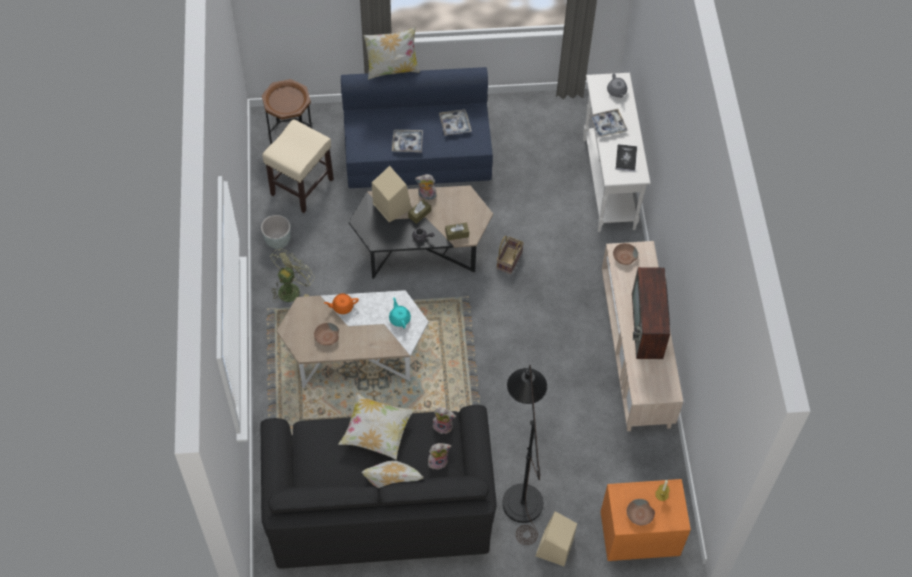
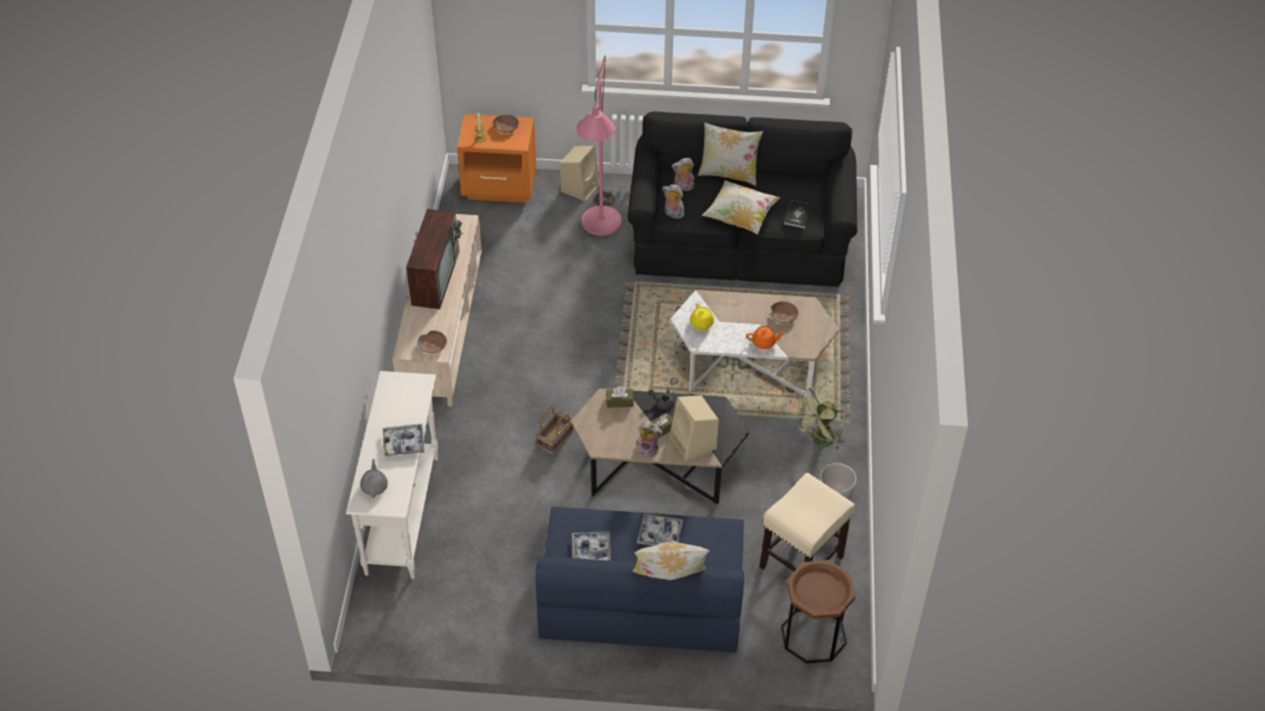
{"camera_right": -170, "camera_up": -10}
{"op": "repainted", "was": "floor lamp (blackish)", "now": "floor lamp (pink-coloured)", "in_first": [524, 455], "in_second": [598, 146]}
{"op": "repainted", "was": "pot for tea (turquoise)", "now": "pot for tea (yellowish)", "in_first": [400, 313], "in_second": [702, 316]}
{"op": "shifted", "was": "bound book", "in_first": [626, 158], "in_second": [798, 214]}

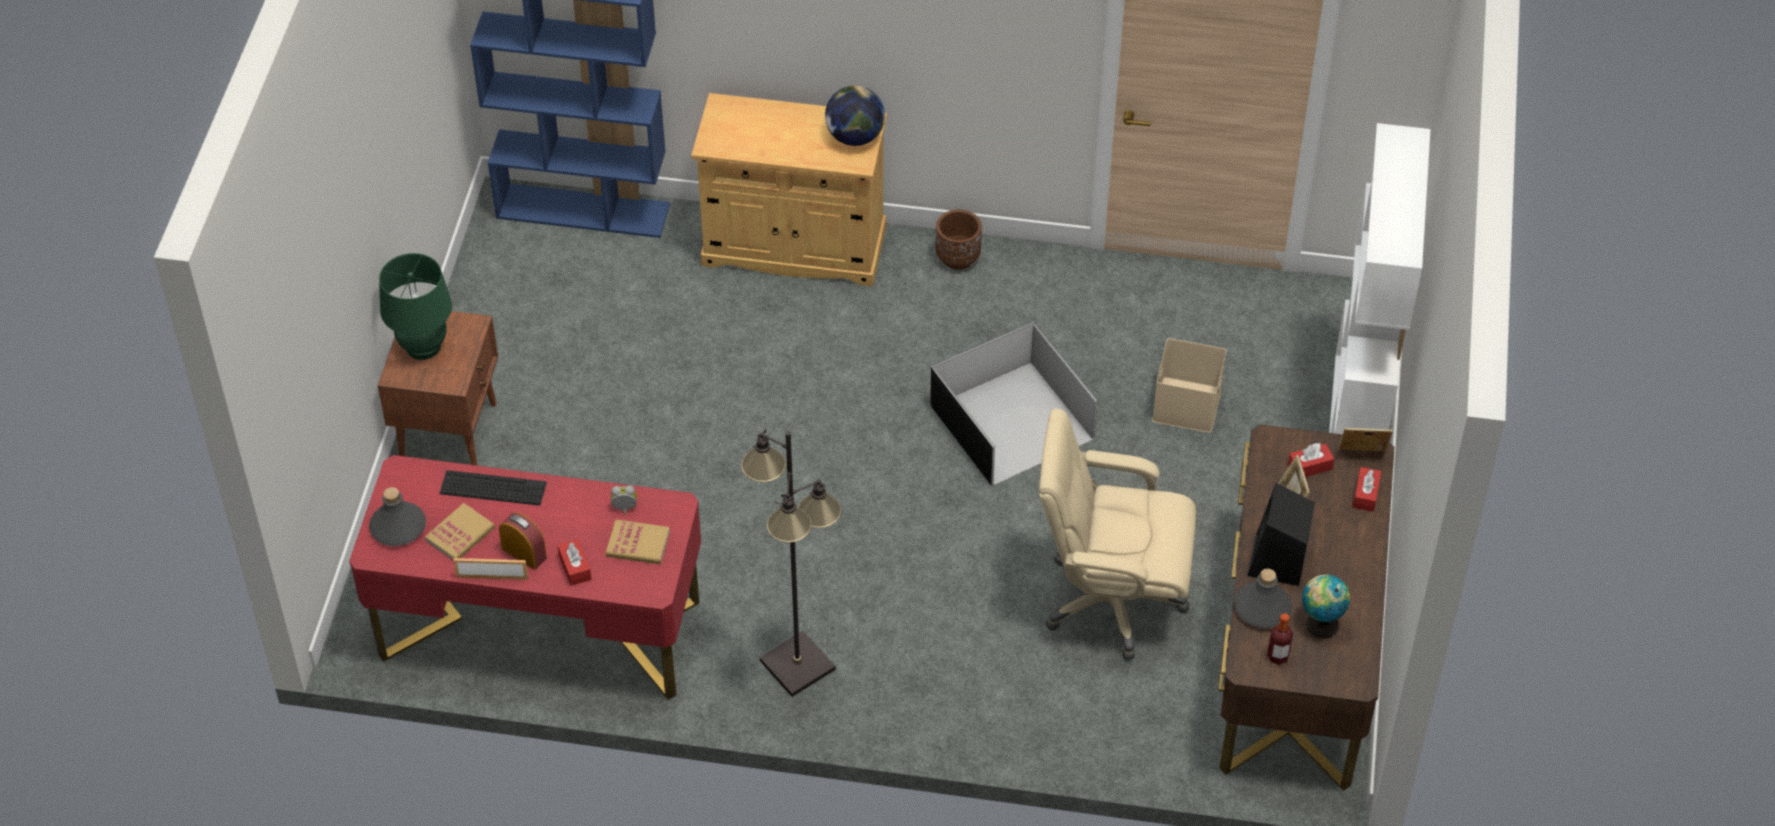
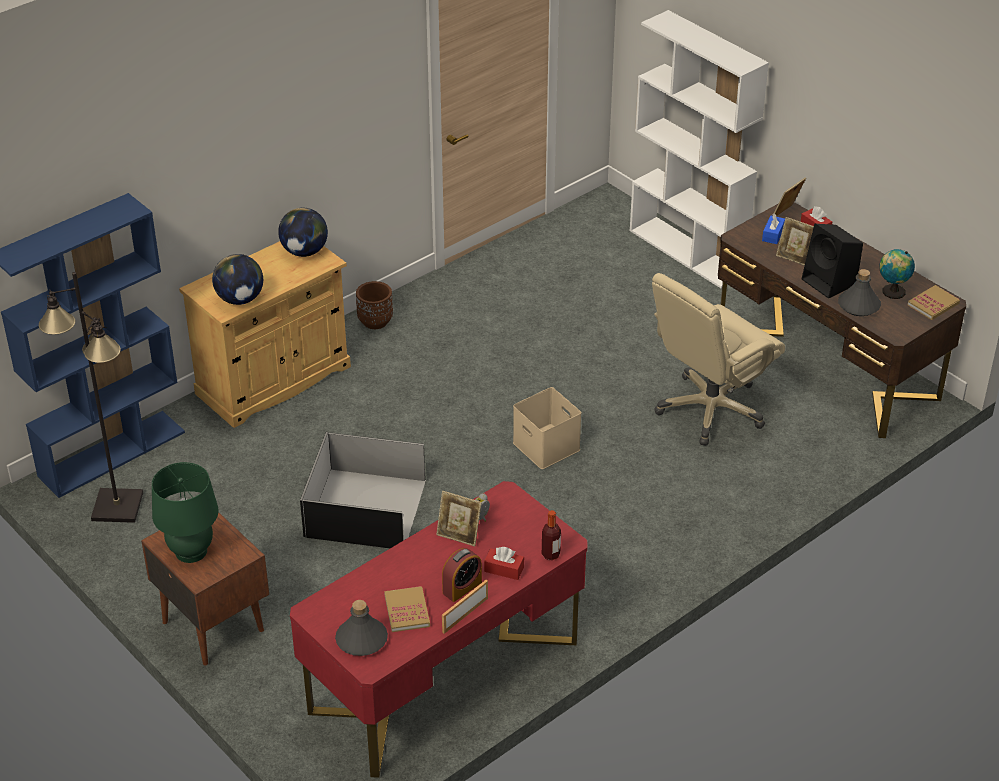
{"camera_right": -50, "camera_up": -10}
{"op": "shifted", "was": "floor lamp (blackish)", "in_first": [791, 563], "in_second": [91, 397]}
{"op": "new", "now": "globe", "in_second": [237, 279]}
{"op": "shifted", "was": "storage container (blackish)", "in_first": [1014, 403], "in_second": [363, 490]}
{"op": "new", "now": "standing frame", "in_second": [459, 518]}
{"op": "rotated", "was": "bedside clock", "in_first": [523, 541], "in_second": [462, 575], "clockwise": 150}
{"op": "shifted", "was": "storage container (beige-coloured)", "in_first": [1189, 385], "in_second": [547, 428]}
{"op": "shifted", "was": "beverage bottle", "in_first": [1280, 639], "in_second": [551, 535]}
{"op": "repainted", "was": "tissue box (reddish)", "now": "tissue box (blue)", "in_first": [1311, 460], "in_second": [773, 229]}
{"op": "shifted", "was": "bound book", "in_first": [638, 542], "in_second": [934, 302]}
{"op": "gone", "was": "keyboard", "in_first": [493, 488]}

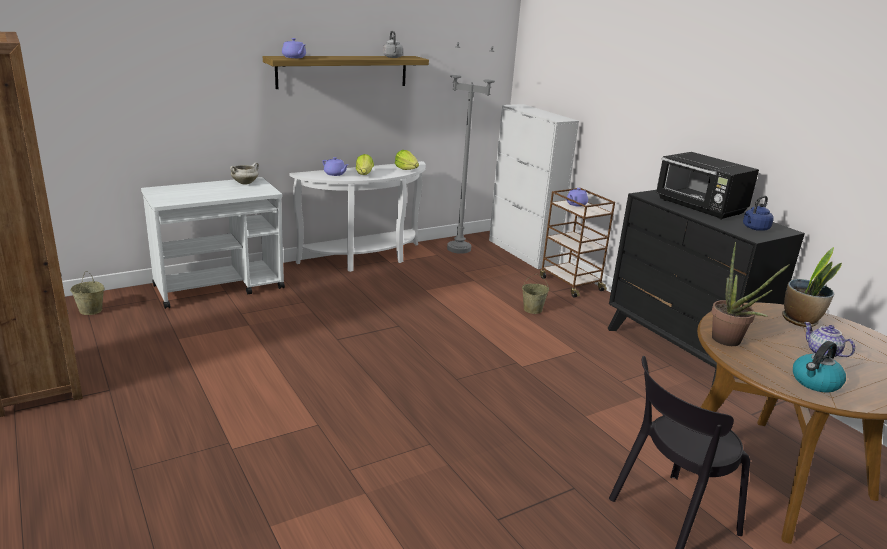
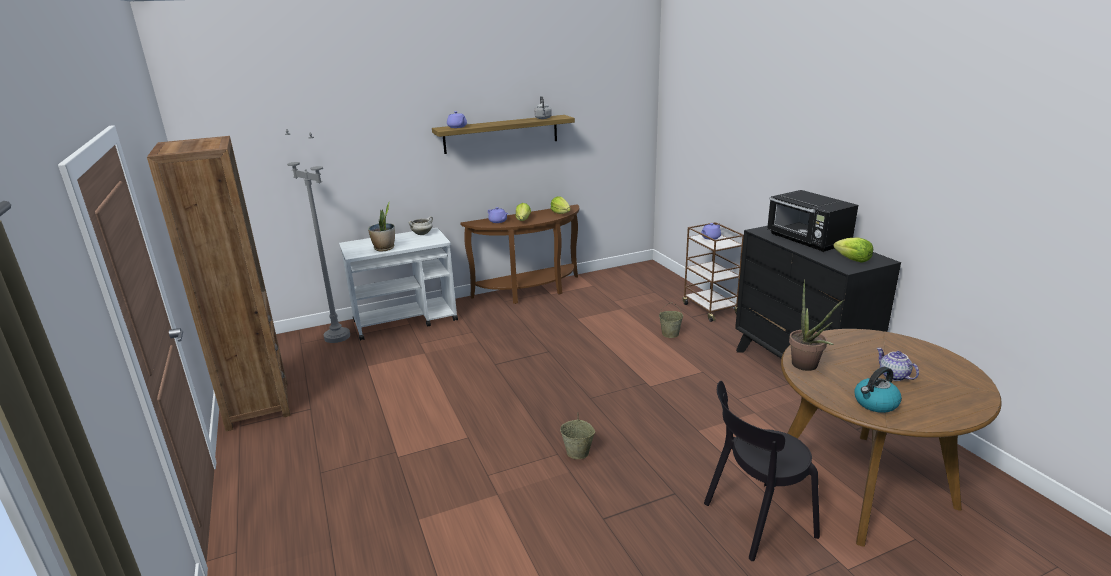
{"camera_right": 10, "camera_up": 0}
{"op": "shifted", "was": "floor lamp (grey)", "in_first": [471, 148], "in_second": [317, 236]}
{"op": "shifted", "was": "plant in a pot", "in_first": [812, 287], "in_second": [381, 226]}
{"op": "repainted", "was": "narrow table (white)", "now": "narrow table (brown-coloured)", "in_first": [357, 216], "in_second": [519, 254]}
{"op": "shifted", "was": "bucket (beige-coloured)", "in_first": [87, 293], "in_second": [577, 435]}
{"op": "swapped", "was": "water kettle (blue)", "now": "lettuce head", "in_first": [758, 213], "in_second": [853, 250]}
{"op": "gone", "was": "cupboard (white)", "in_first": [534, 186]}

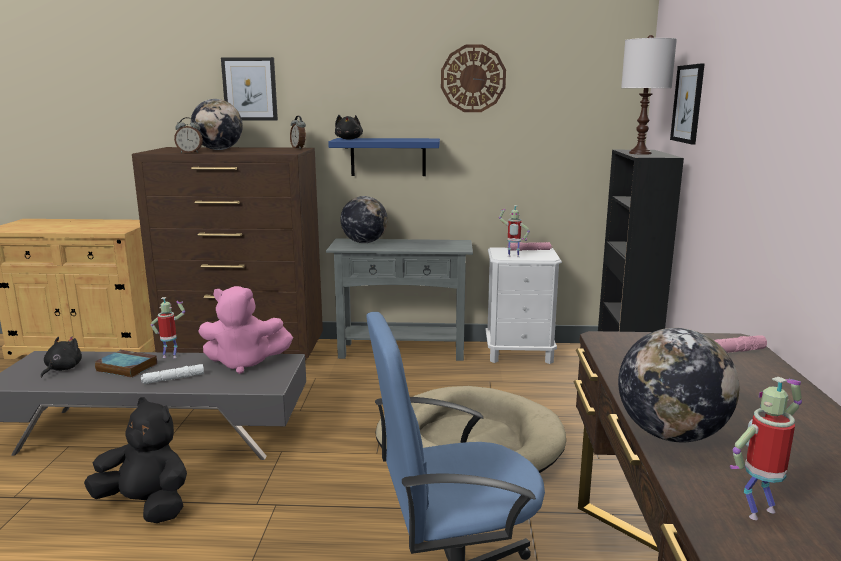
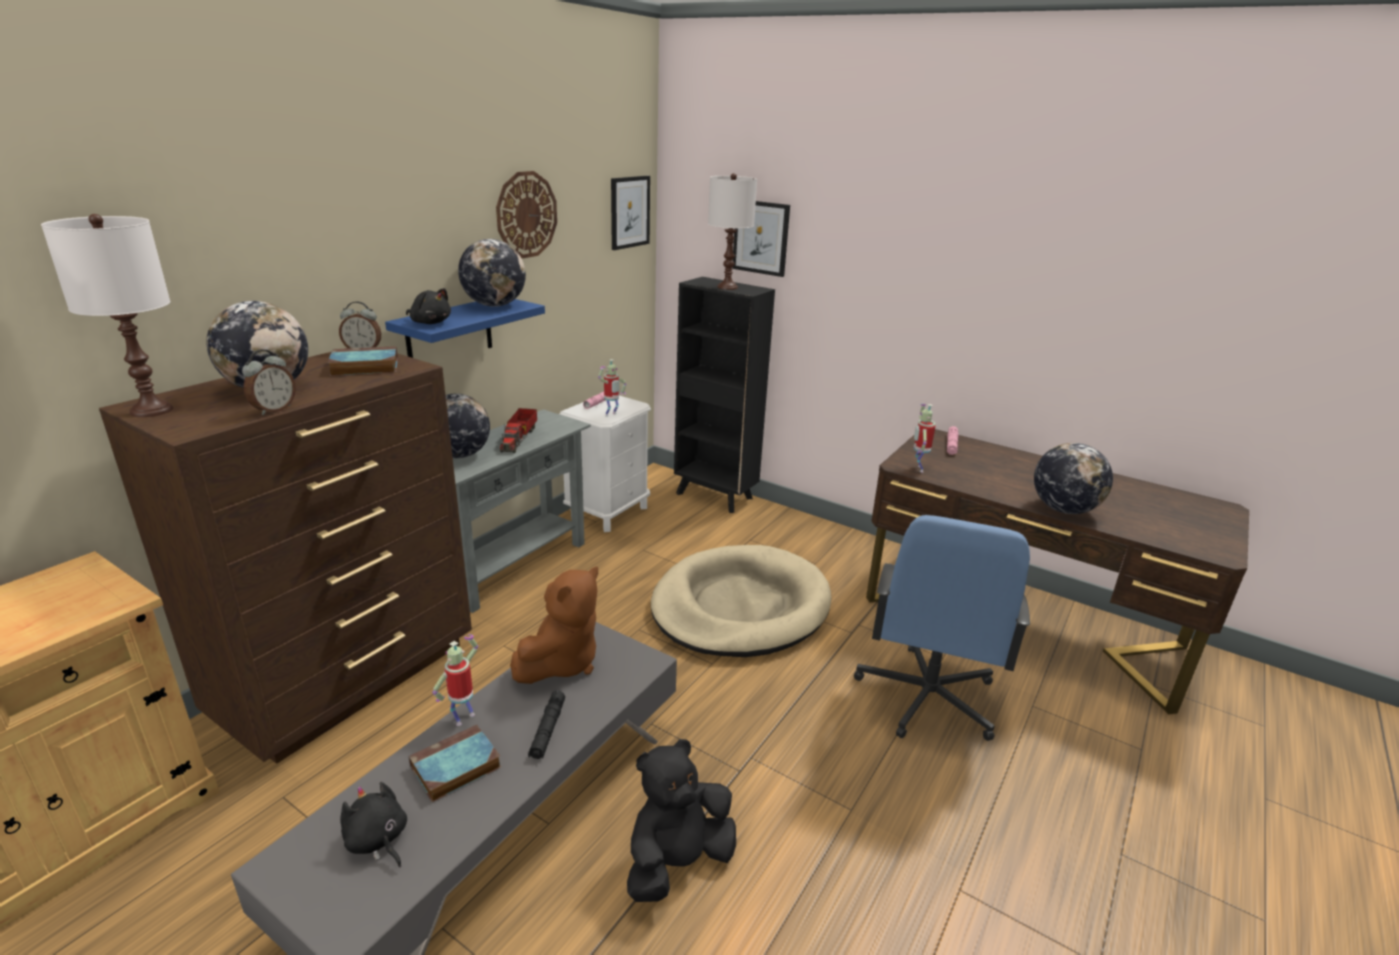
{"camera_right": -60, "camera_up": 10}
{"op": "new", "now": "table lamp (white)", "in_second": [107, 315]}
{"op": "new", "now": "bound book", "in_second": [362, 361]}
{"op": "new", "now": "globe", "in_second": [492, 273]}
{"op": "new", "now": "toy lorry", "in_second": [518, 430]}
{"op": "repainted", "was": "plush toy (pink-coloured)", "now": "plush toy (brown-coloured)", "in_first": [245, 330], "in_second": [554, 625]}
{"op": "repainted", "was": "hand torch (white)", "now": "hand torch (blackish)", "in_first": [172, 374], "in_second": [546, 724]}
{"op": "shifted", "was": "picture", "in_first": [249, 89], "in_second": [630, 213]}
{"op": "shifted", "was": "model robot", "in_first": [766, 448], "in_second": [925, 438]}

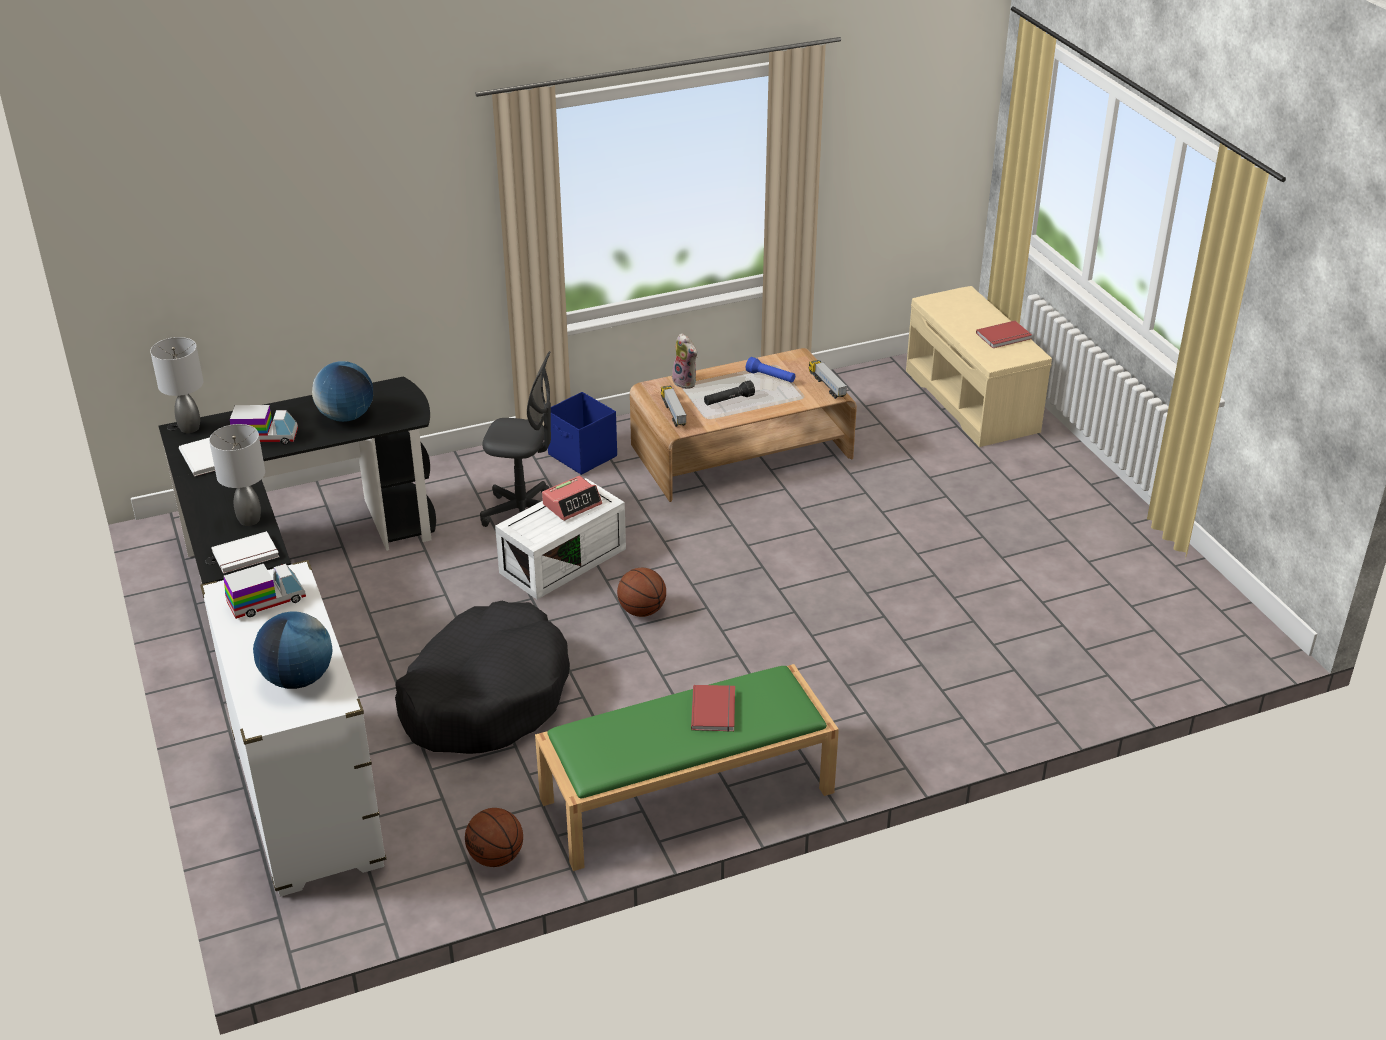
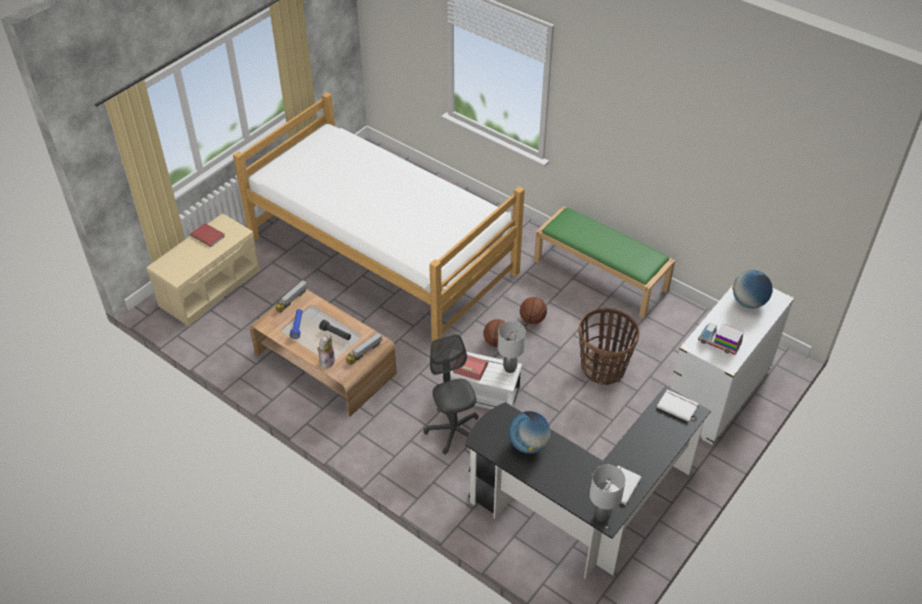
{"camera_right": -120, "camera_up": 10}
{"op": "new", "now": "bedroom bed", "in_second": [379, 216]}
{"op": "shifted", "was": "table lamp (grey)", "in_first": [237, 475], "in_second": [512, 347]}
{"op": "shifted", "was": "basketball ball", "in_first": [494, 837], "in_second": [533, 310]}
{"op": "swapped", "was": "dog bed (blackish)", "now": "basket", "in_first": [482, 677], "in_second": [609, 346]}
{"op": "gone", "was": "toy lorry", "in_first": [264, 425]}
{"op": "gone", "was": "storage container (blue)", "in_first": [582, 433]}
{"op": "gone", "was": "bound book (reddish)", "in_first": [713, 708]}

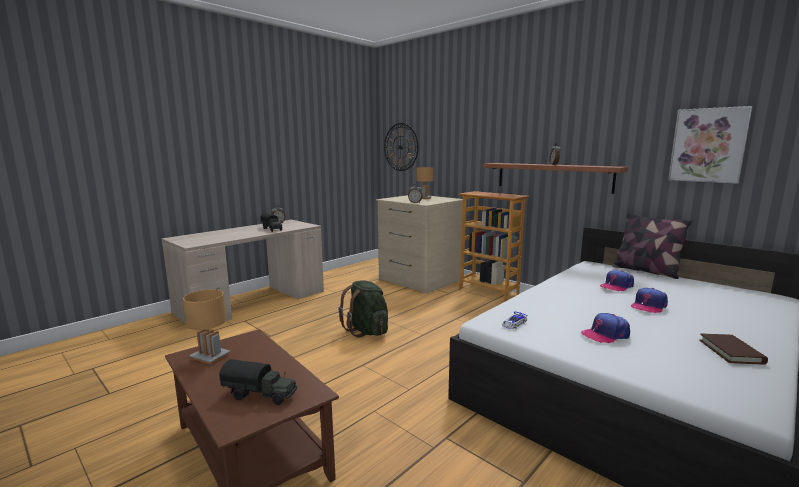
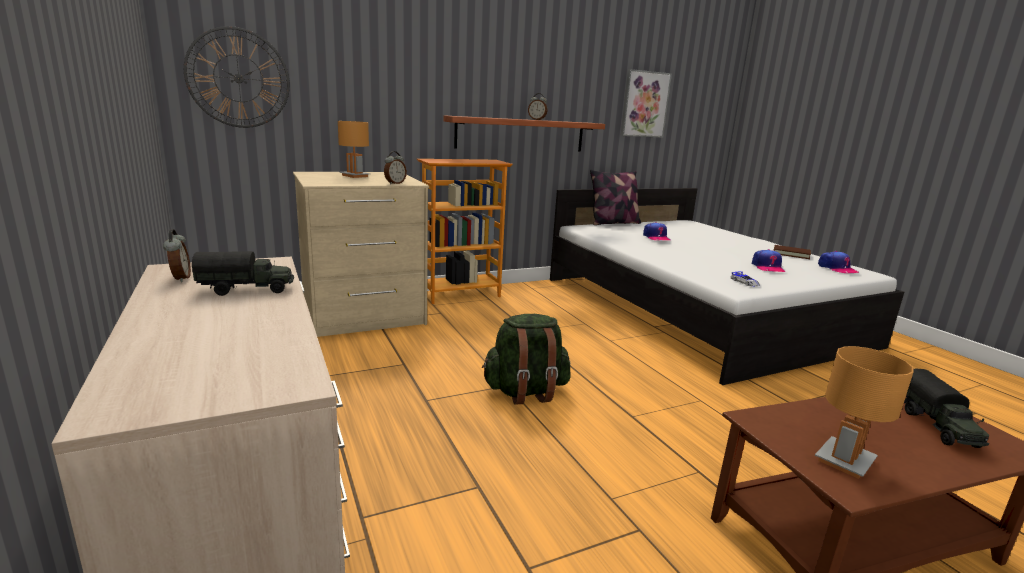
{"camera_right": -70, "camera_up": 5}
{"op": "shifted", "was": "baseball cap", "in_first": [649, 300], "in_second": [838, 262]}
{"op": "rotated", "was": "toy lorry", "in_first": [258, 382], "in_second": [946, 408], "clockwise": 150}

